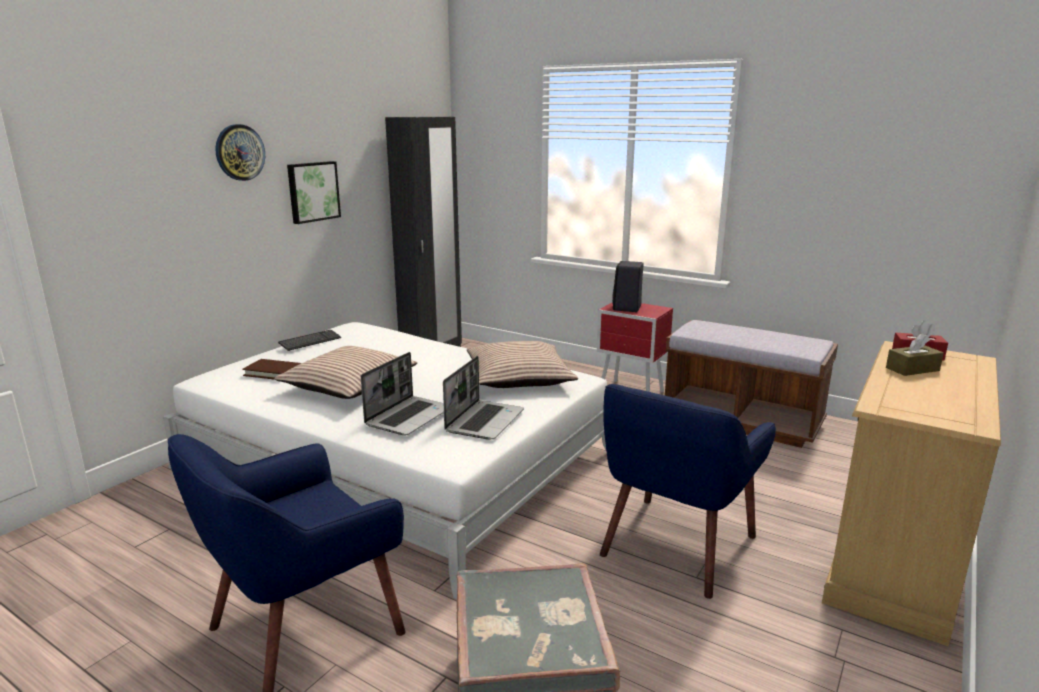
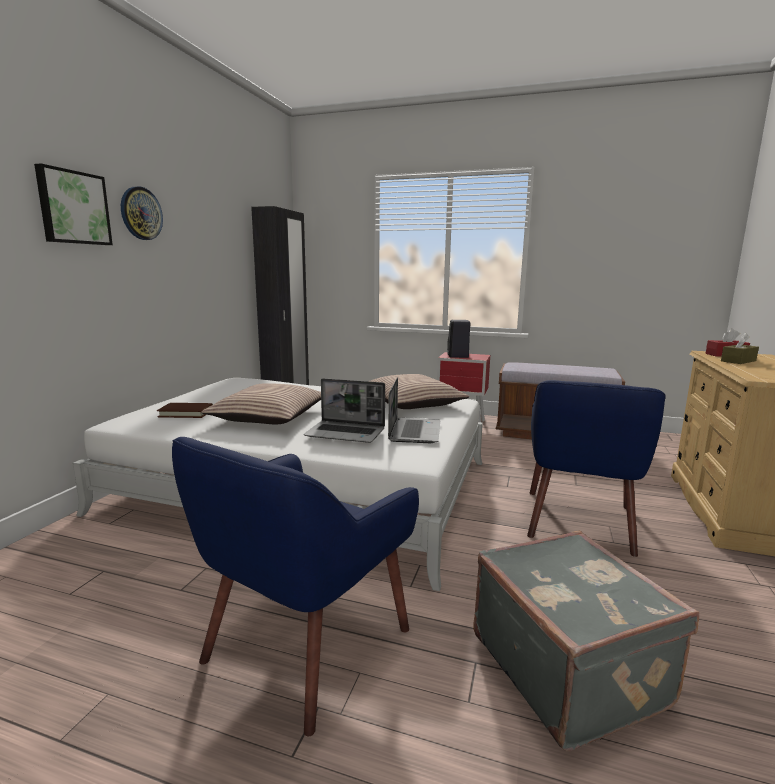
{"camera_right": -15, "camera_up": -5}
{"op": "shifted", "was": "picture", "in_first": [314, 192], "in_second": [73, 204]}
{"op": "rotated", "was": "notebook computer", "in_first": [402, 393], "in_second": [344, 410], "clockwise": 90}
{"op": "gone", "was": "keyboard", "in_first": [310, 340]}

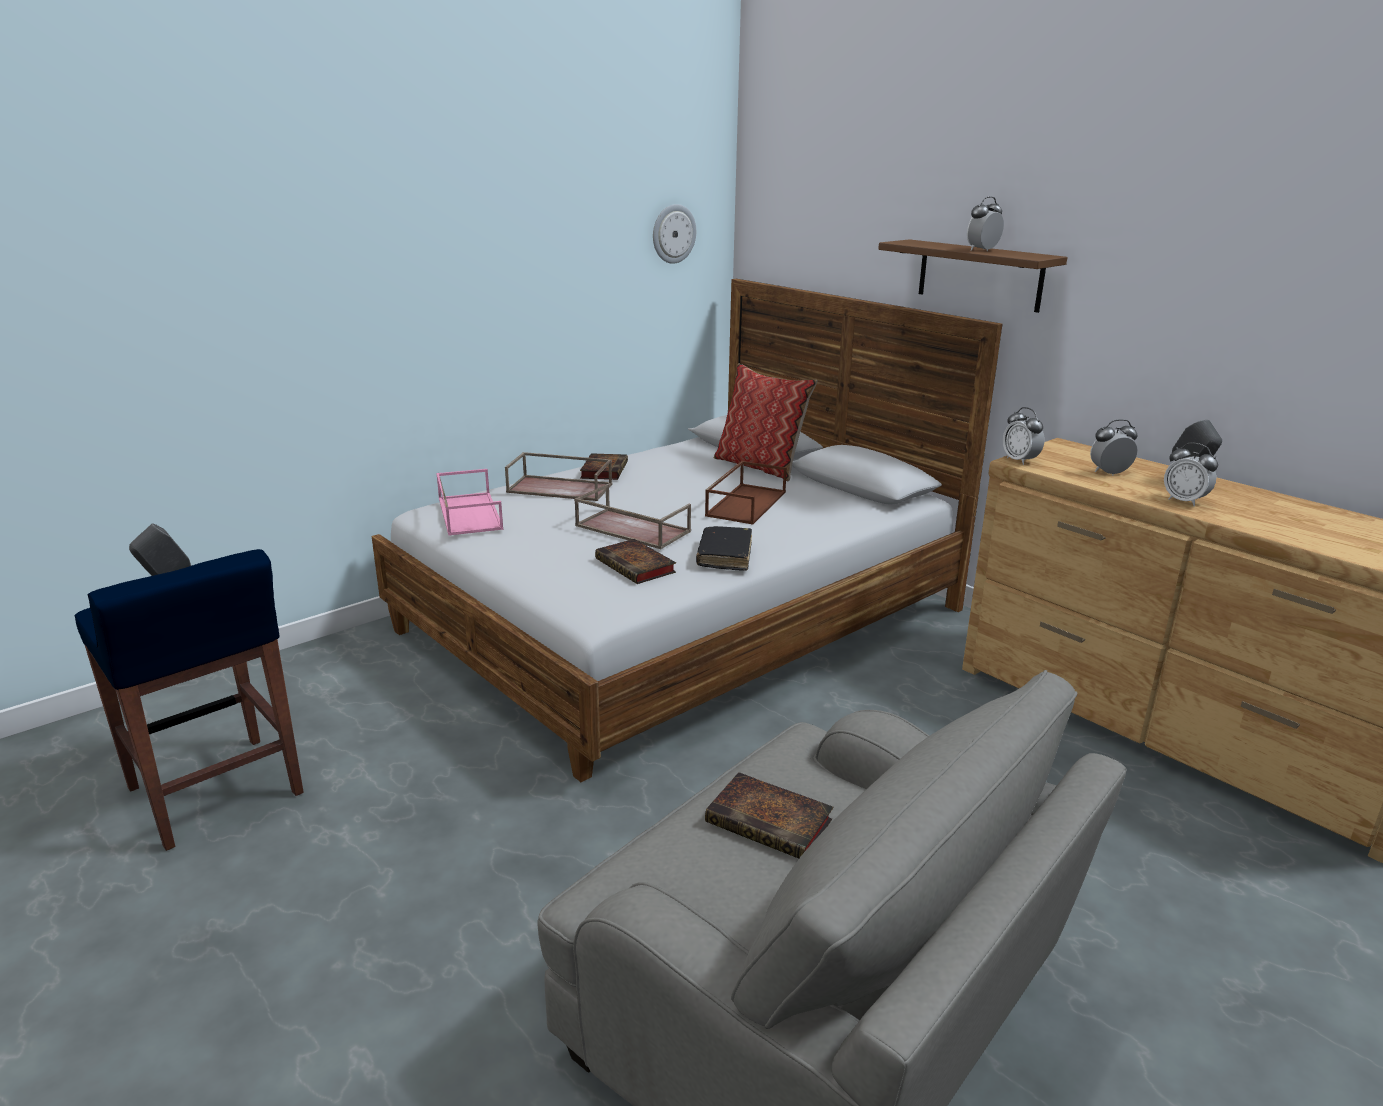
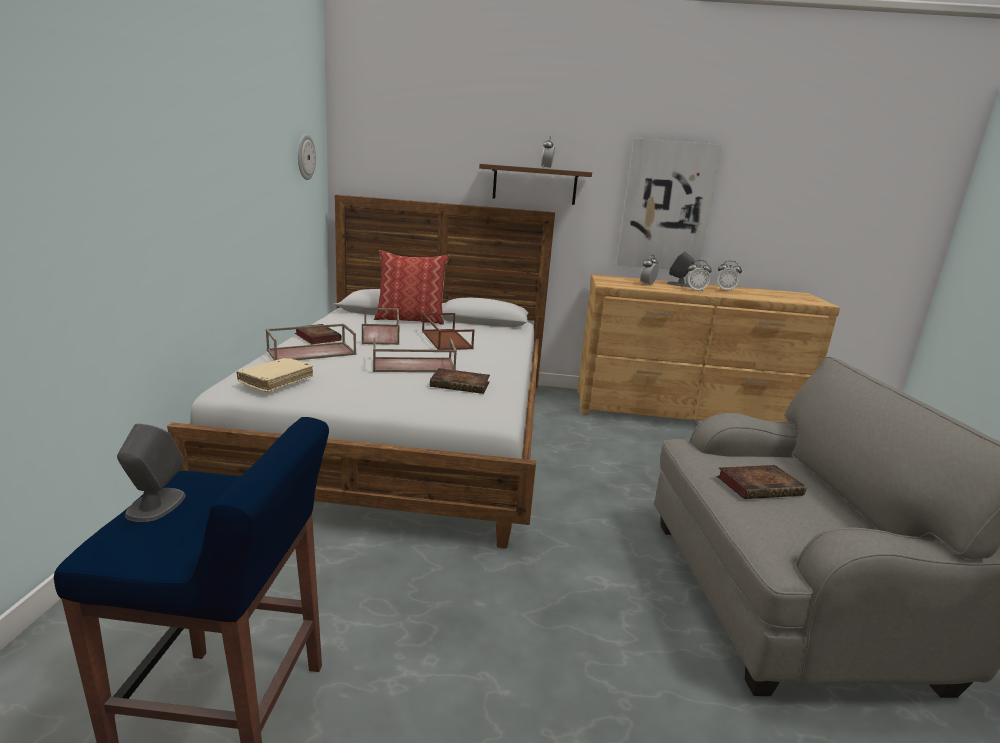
{"camera_right": -45, "camera_up": -5}
{"op": "swapped", "was": "tray (pink-coloured)", "now": "bound book (beige-coloured)", "in_first": [469, 502], "in_second": [274, 375]}
{"op": "new", "now": "tray (brown-coloured)", "in_second": [380, 326]}
{"op": "new", "now": "picture", "in_second": [668, 203]}
{"op": "shifted", "was": "bedside clock", "in_first": [1024, 436], "in_second": [729, 276]}
{"op": "gone", "was": "bound book (blackish)", "in_first": [724, 548]}

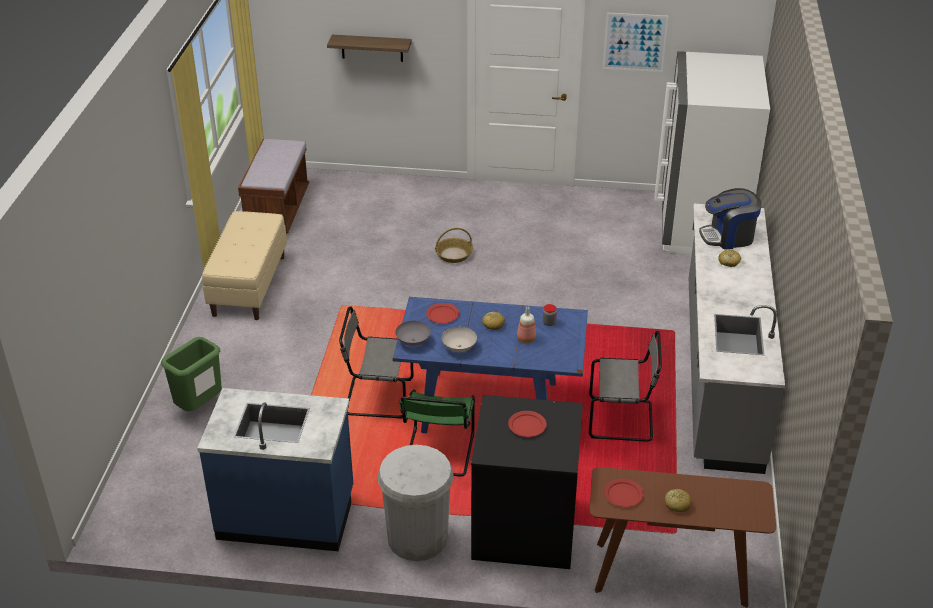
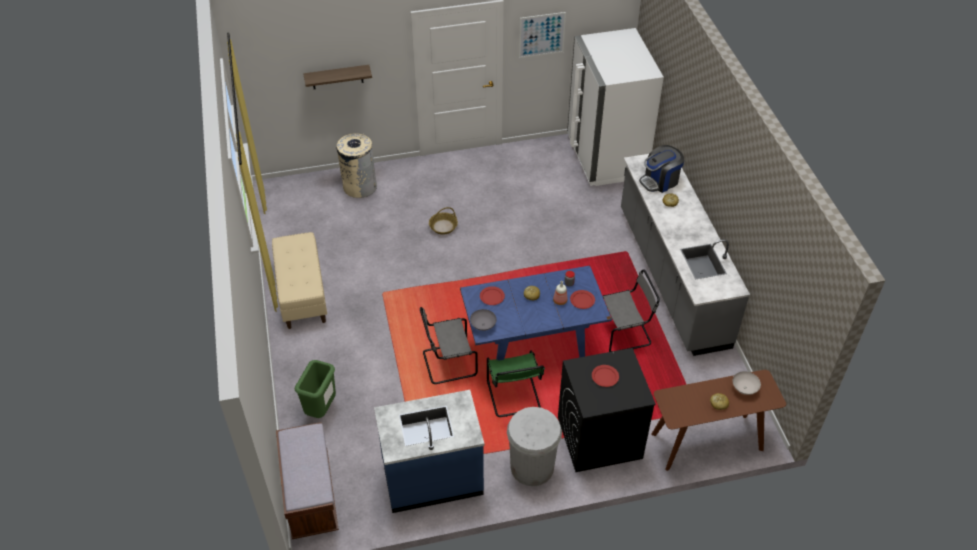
{"camera_right": -20, "camera_up": 10}
{"op": "shifted", "was": "bench (brown-coloured)", "in_first": [273, 187], "in_second": [307, 480]}
{"op": "new", "now": "trash can (beige-coloured)", "in_second": [356, 165]}
{"op": "shifted", "was": "dinner plate (reddish)", "in_first": [624, 492], "in_second": [582, 299]}
{"op": "shifted", "was": "deep dish (white)", "in_first": [459, 339], "in_second": [747, 383]}

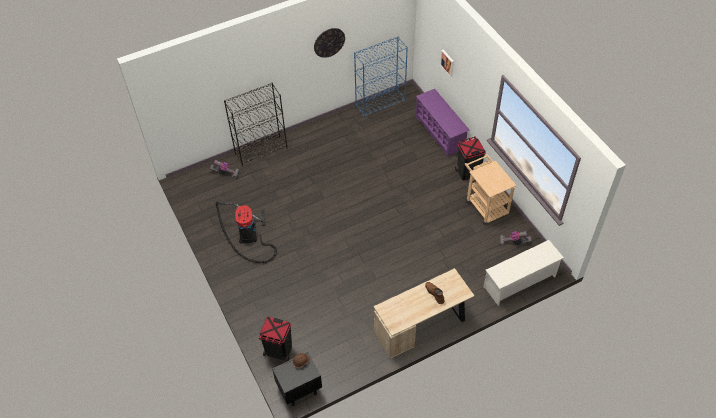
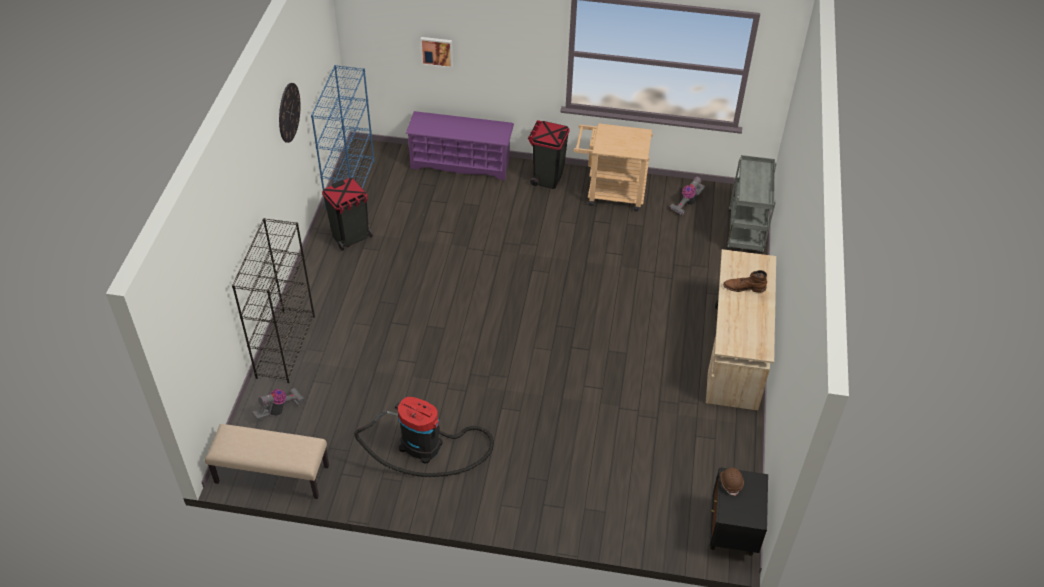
{"camera_right": -55, "camera_up": -5}
{"op": "new", "now": "bench (beige-coloured)", "in_second": [267, 461]}
{"op": "shifted", "was": "trash can (blackish)", "in_first": [275, 339], "in_second": [347, 214]}
{"op": "swapped", "was": "shoe stand (white)", "now": "wheeled cart (grey)", "in_first": [523, 272], "in_second": [752, 204]}

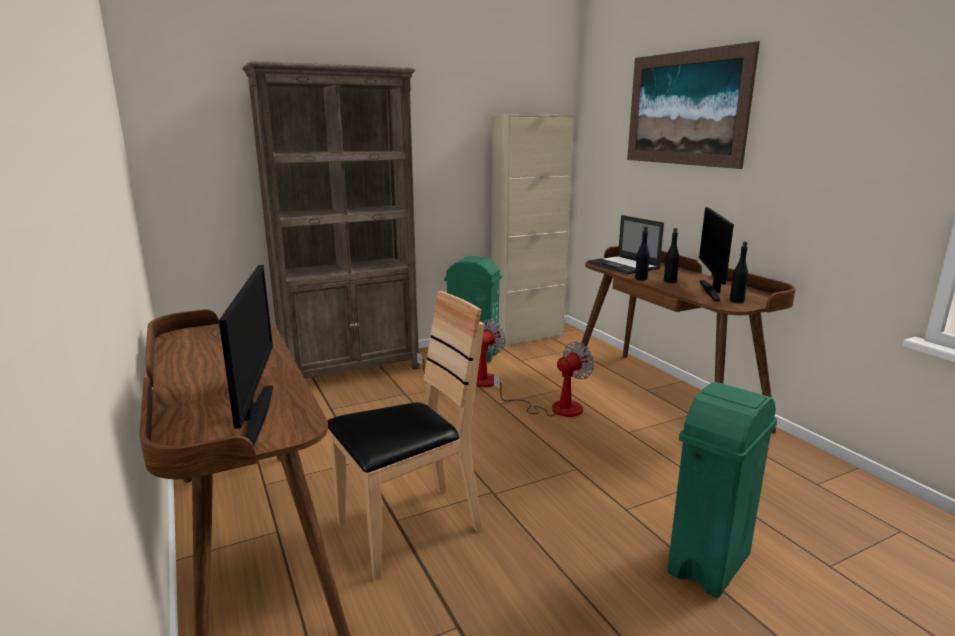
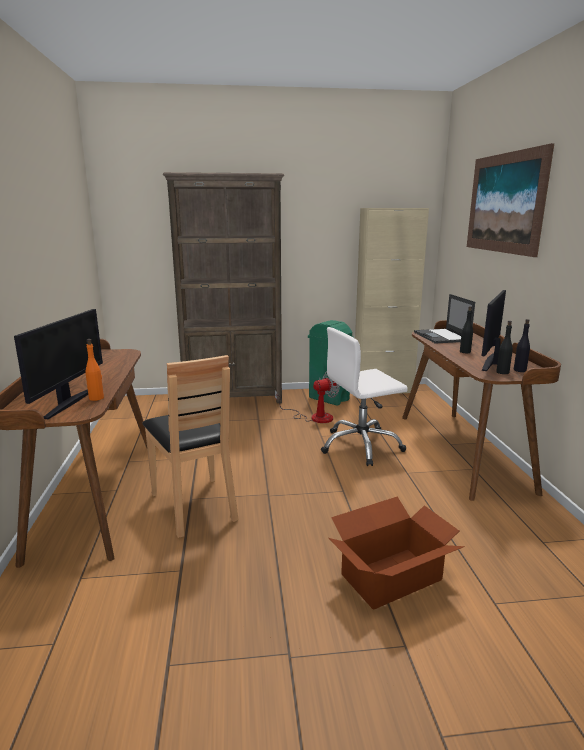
{"camera_right": 20, "camera_up": 0}
{"op": "new", "now": "beverage bottle (orange-coloured)", "in_second": [94, 370]}
{"op": "rotated", "was": "chair (brown-coloured)", "in_first": [406, 435], "in_second": [191, 446], "clockwise": 75}
{"op": "swapped", "was": "electric fan", "now": "office chair (white)", "in_first": [544, 379], "in_second": [364, 396]}
{"op": "swapped", "was": "trash can (green-coloured)", "now": "cardboard box", "in_first": [722, 490], "in_second": [397, 553]}
{"op": "shifted", "was": "beverage bottle (blackish)", "in_first": [642, 253], "in_second": [522, 345]}

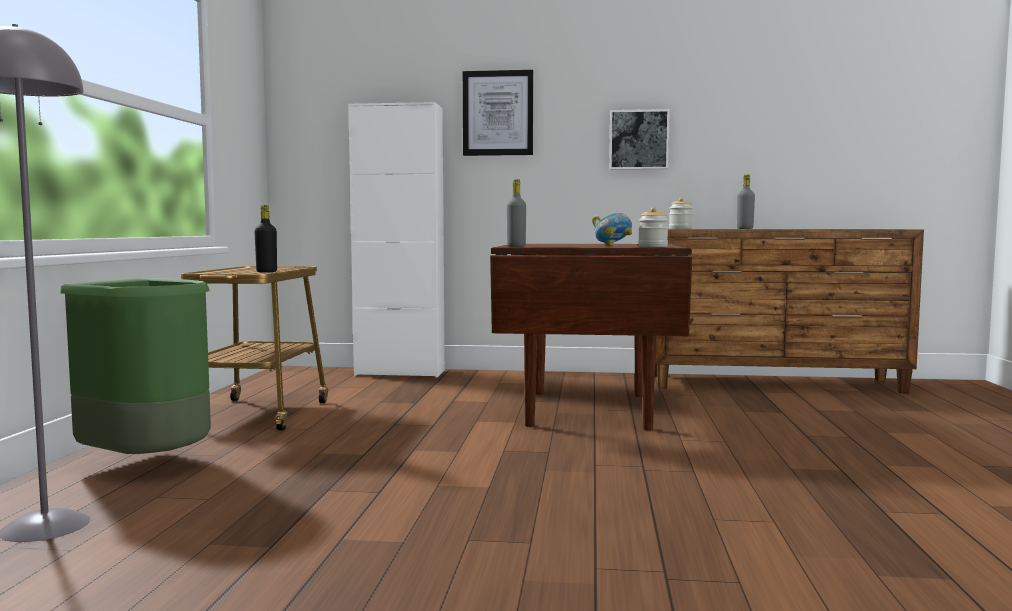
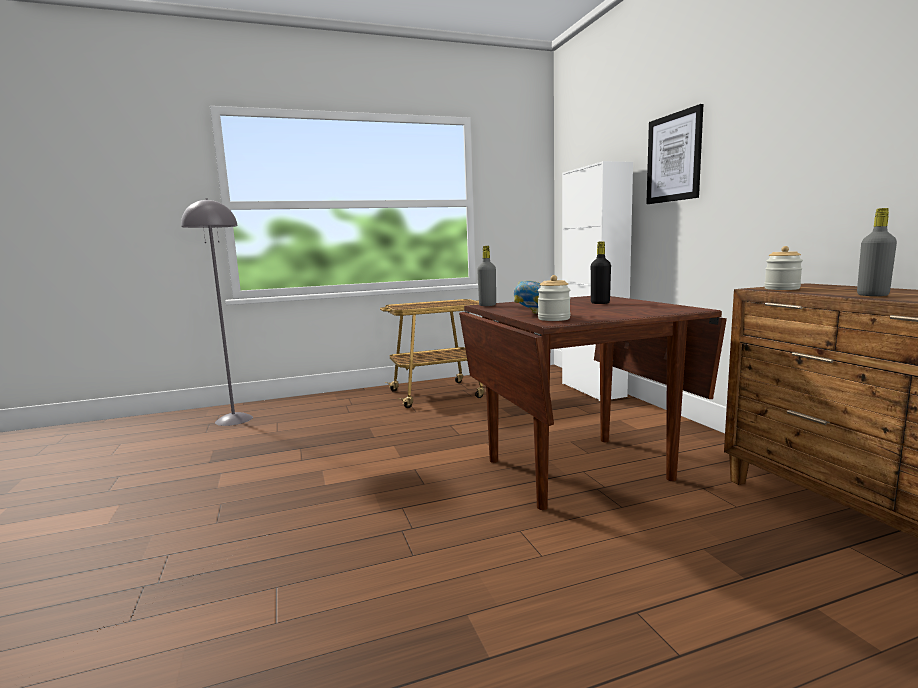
{"camera_right": 65, "camera_up": 5}
{"op": "shifted", "was": "beverage bottle (blackish)", "in_first": [265, 239], "in_second": [601, 272]}
{"op": "gone", "was": "trash can (green-coloured)", "in_first": [135, 366]}
{"op": "gone", "was": "picture", "in_first": [639, 139]}

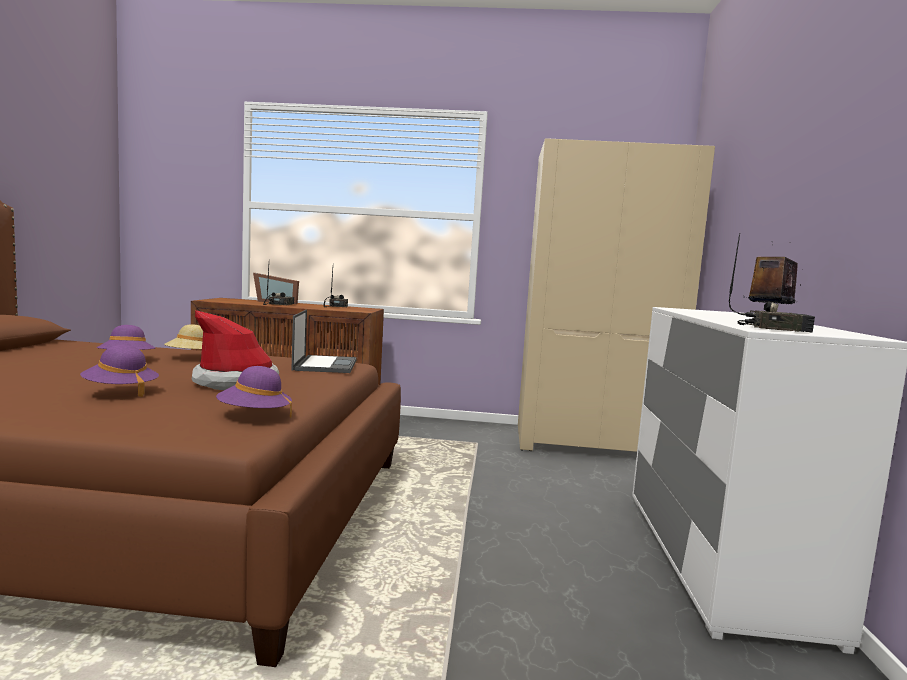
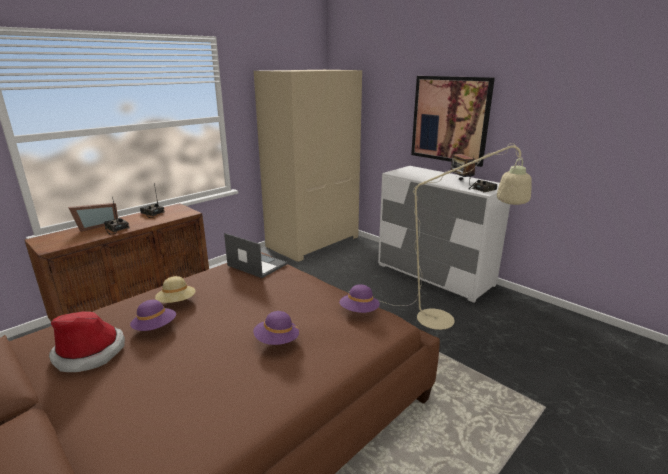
{"camera_right": -50, "camera_up": 15}
{"op": "shifted", "was": "wearable hat", "in_first": [235, 350], "in_second": [87, 341]}
{"op": "new", "now": "floor lamp (beige-coloured)", "in_second": [440, 236]}
{"op": "new", "now": "picture", "in_second": [453, 121]}

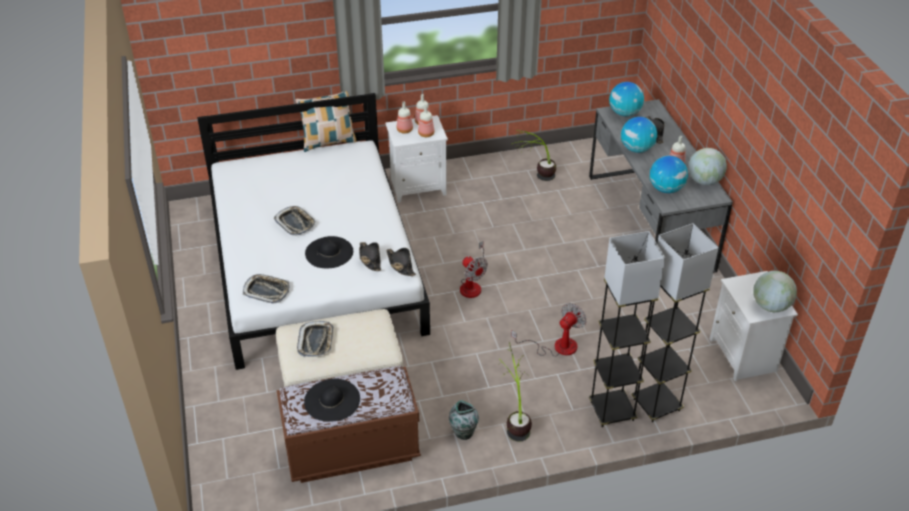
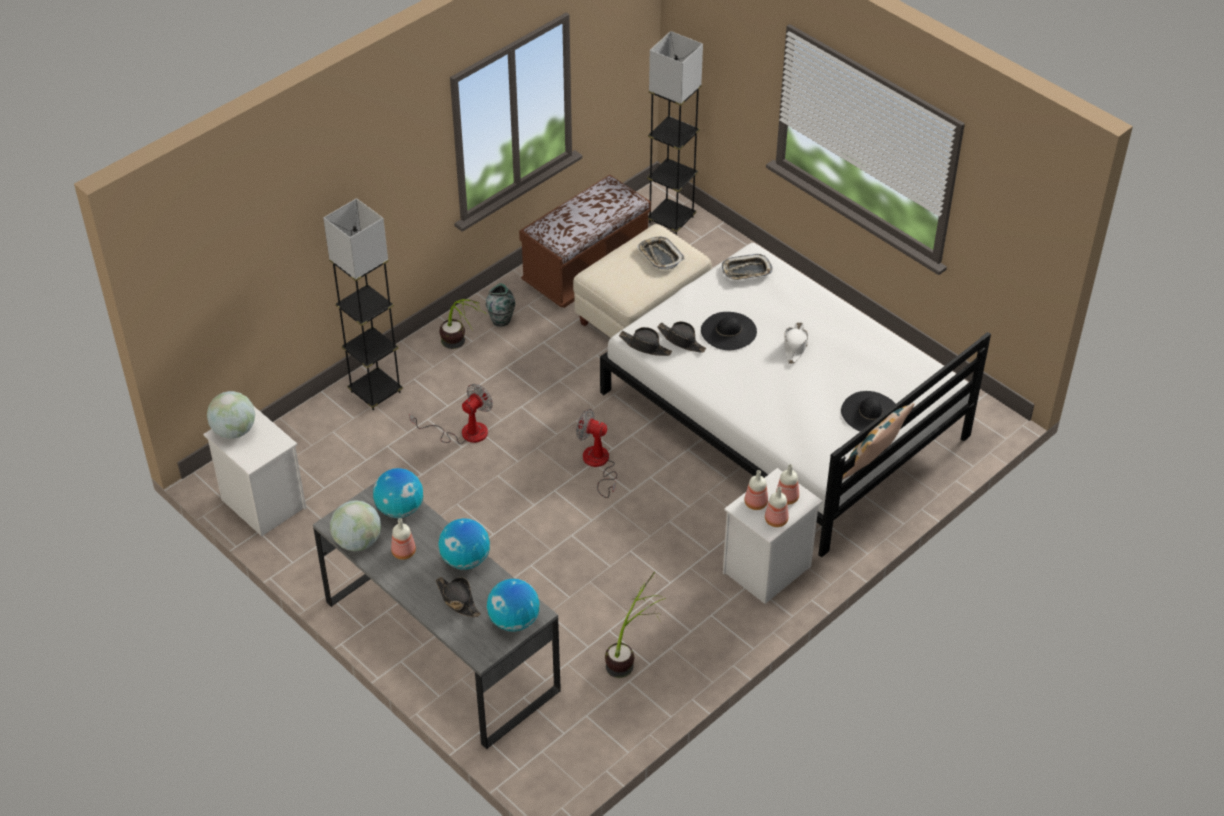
{"camera_right": 150, "camera_up": 5}
{"op": "rotated", "was": "electric fan", "in_first": [548, 330], "in_second": [451, 414], "clockwise": -150}
{"op": "shifted", "was": "floor lamp (grey)", "in_first": [675, 322], "in_second": [675, 133]}
{"op": "swapped", "was": "tray", "now": "wearable hat (white)", "in_first": [295, 221], "in_second": [796, 343]}
{"op": "shifted", "was": "wearable hat (blackish)", "in_first": [332, 400], "in_second": [868, 411]}

